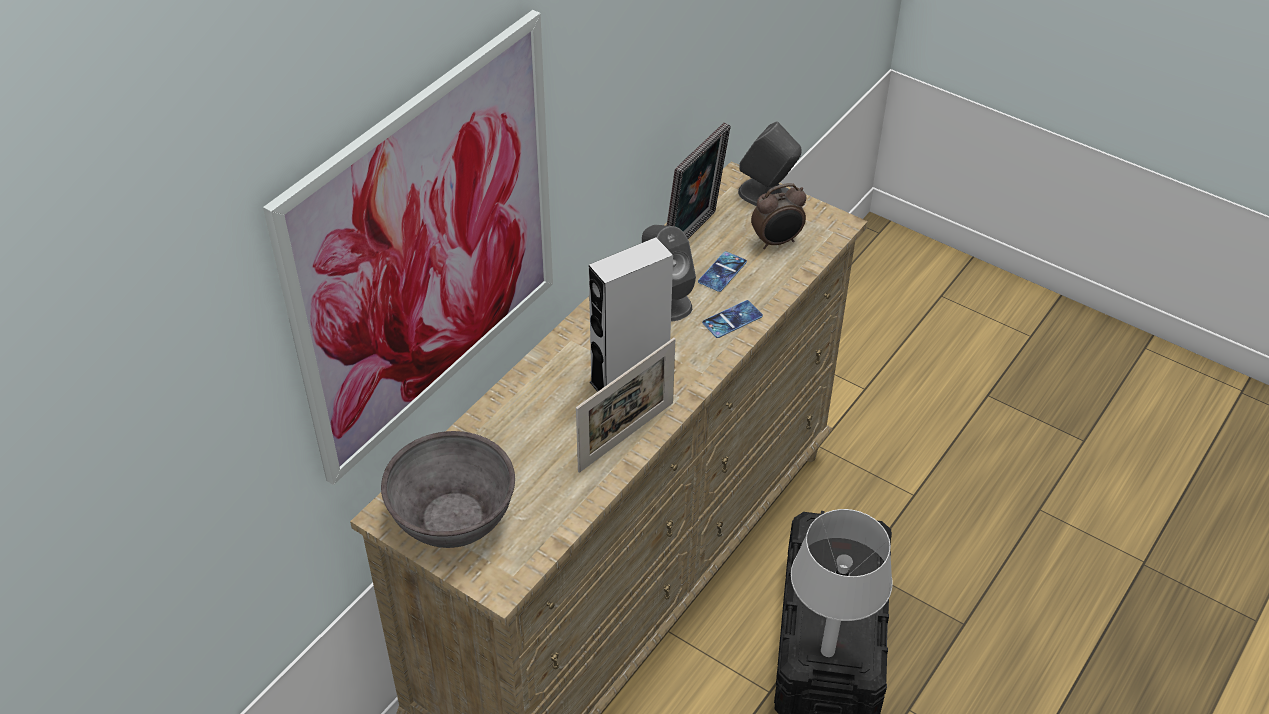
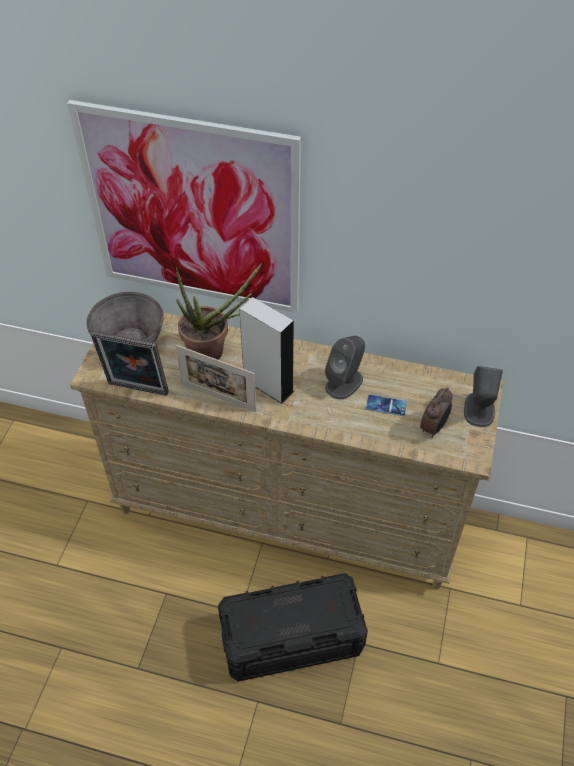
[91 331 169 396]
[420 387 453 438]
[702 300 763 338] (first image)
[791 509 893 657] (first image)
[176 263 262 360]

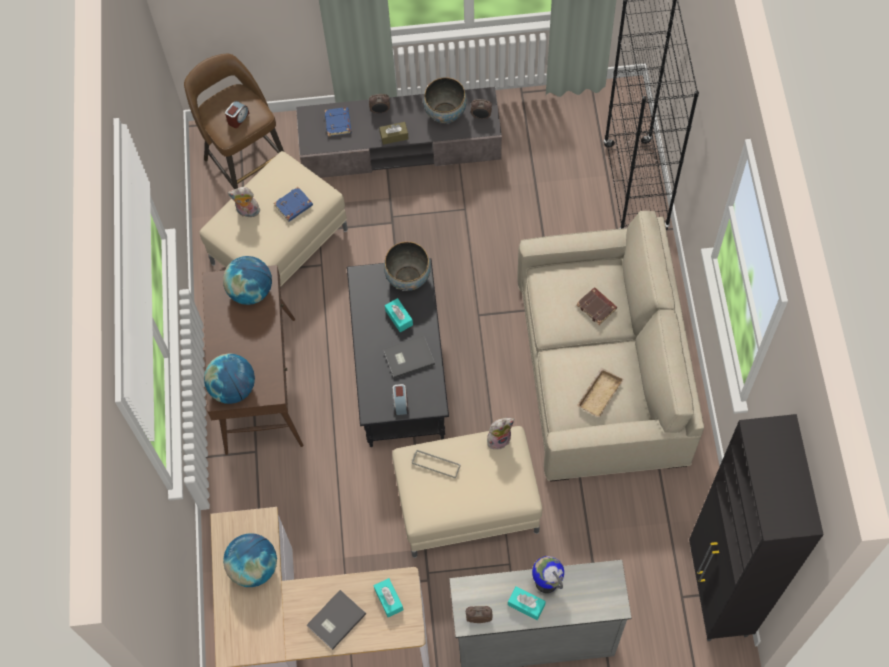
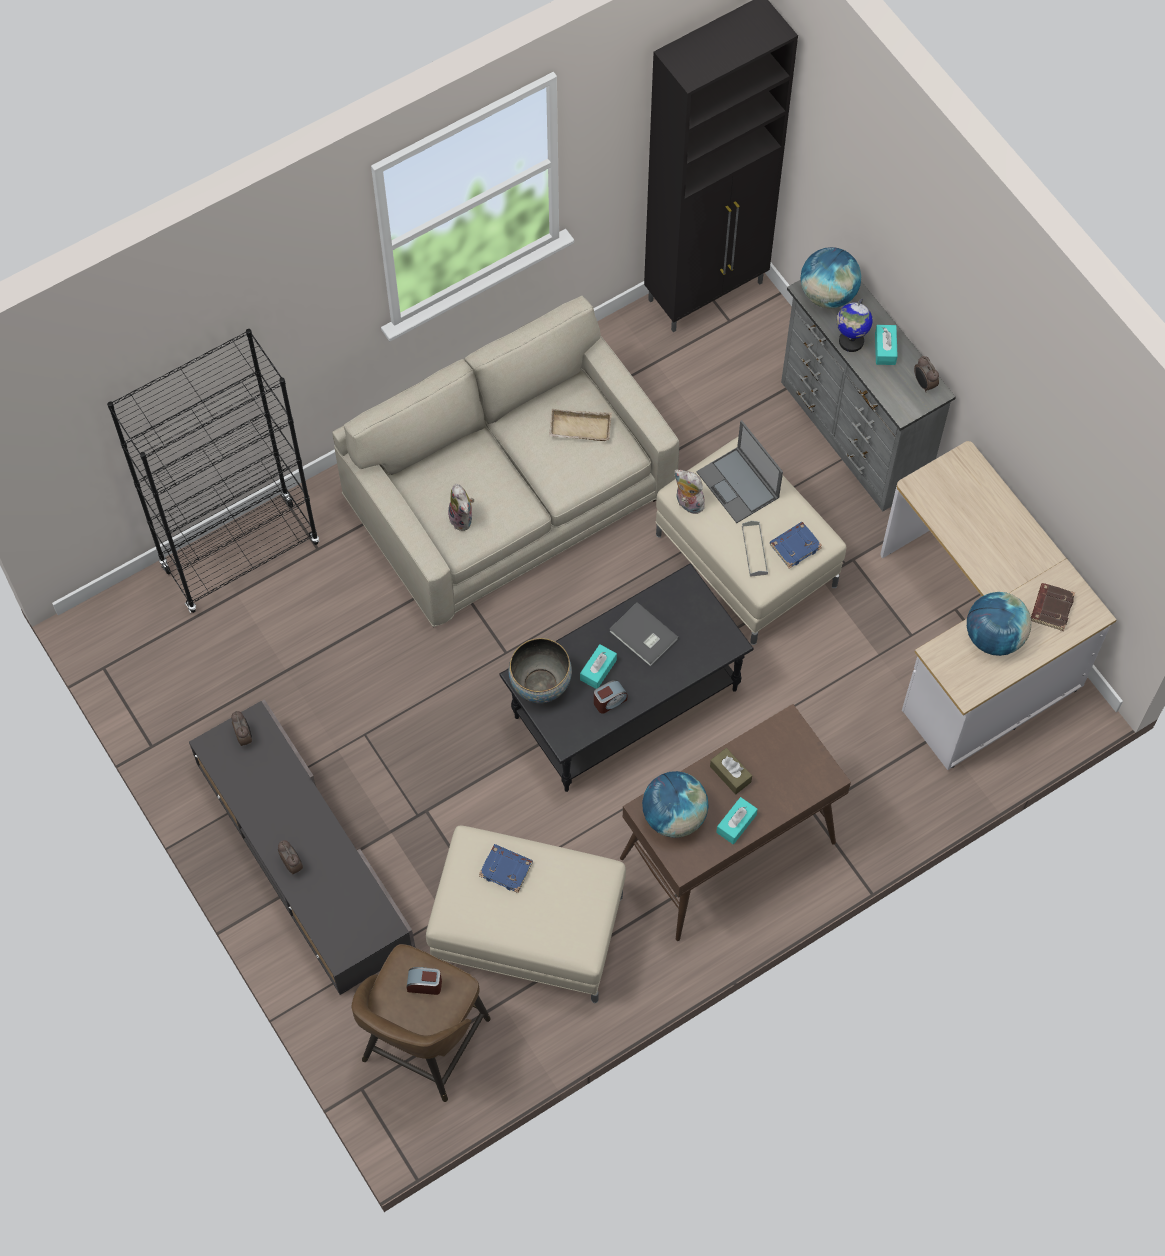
[423 77 467 123] (first image)
[770 522 822 569]
[710 748 752 794]
[448 484 474 531]
[1031 583 1075 631]
[800 247 861 309]
[594 680 627 714]
[716 797 758 844]
[307 590 366 650] (first image)
[696 420 783 523]

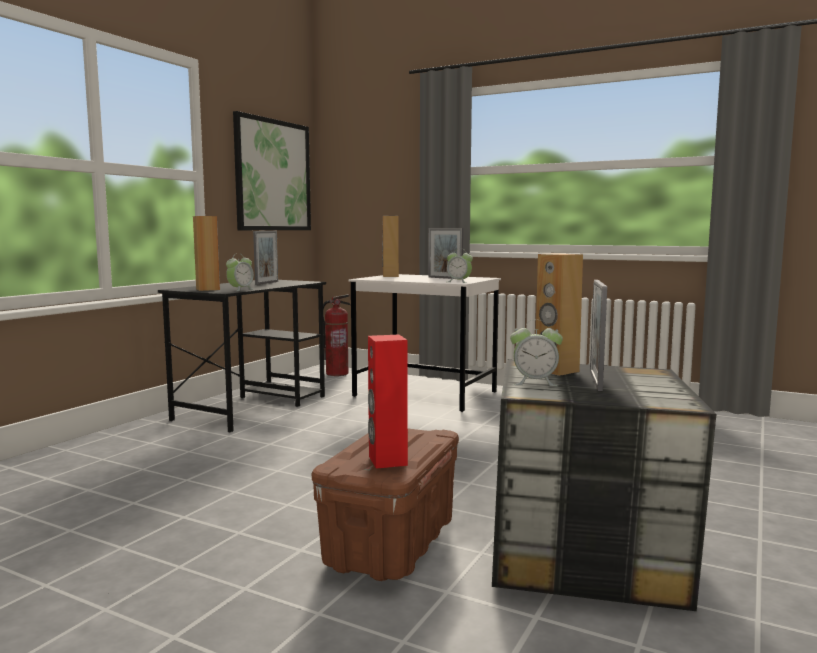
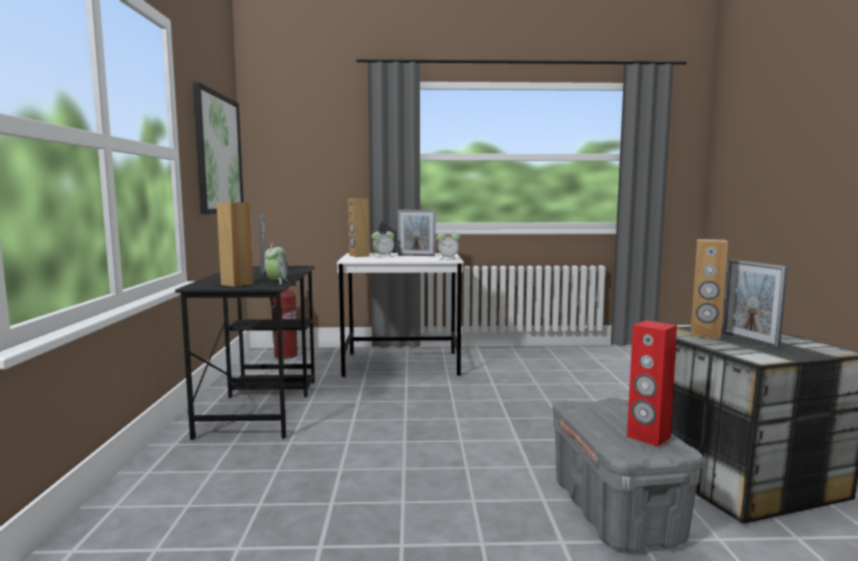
[372 228 395 258]
[552 398 704 552]

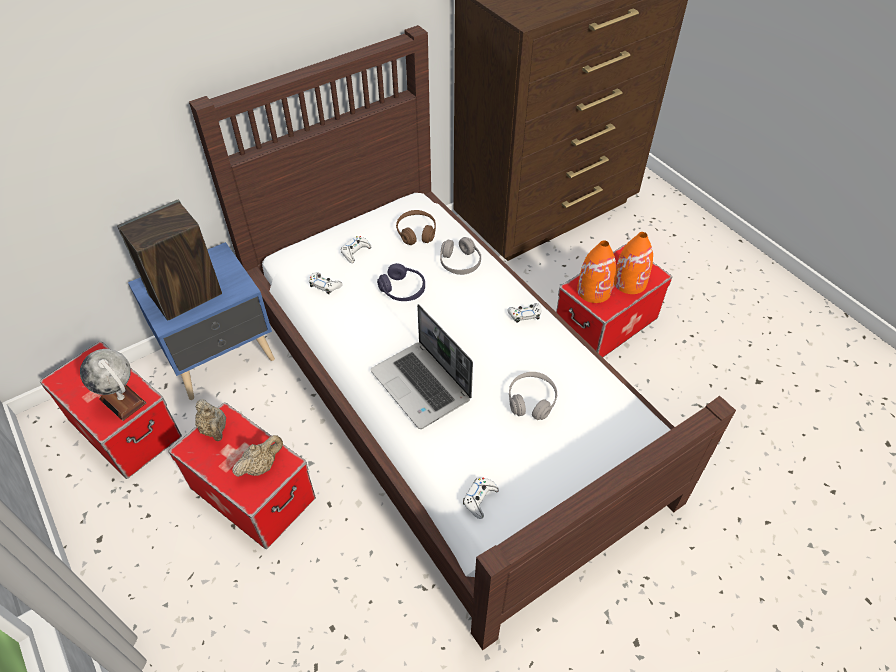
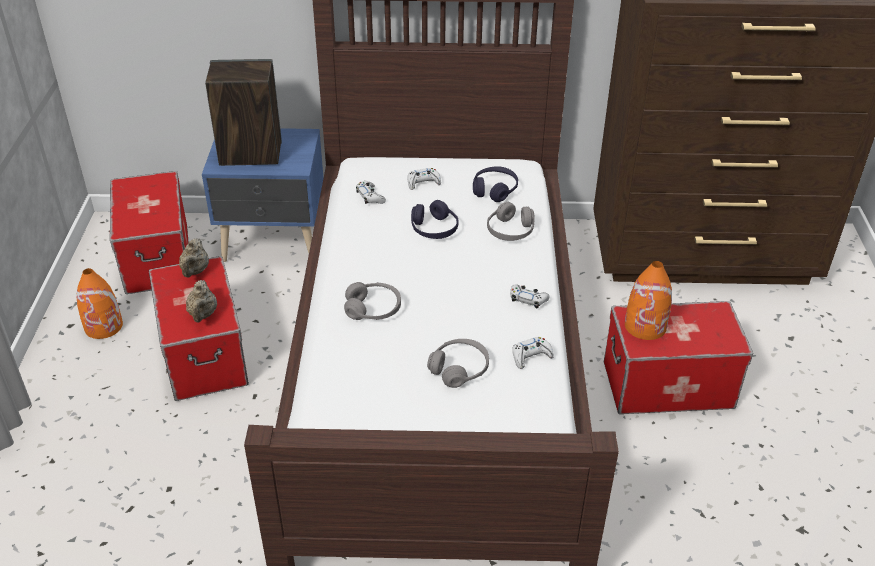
[473 166 518 202]
[76 268 123 339]
[344 282 401 320]
[80 349 146 421] (first image)
[186 280 217 322]
[512 337 554 369]

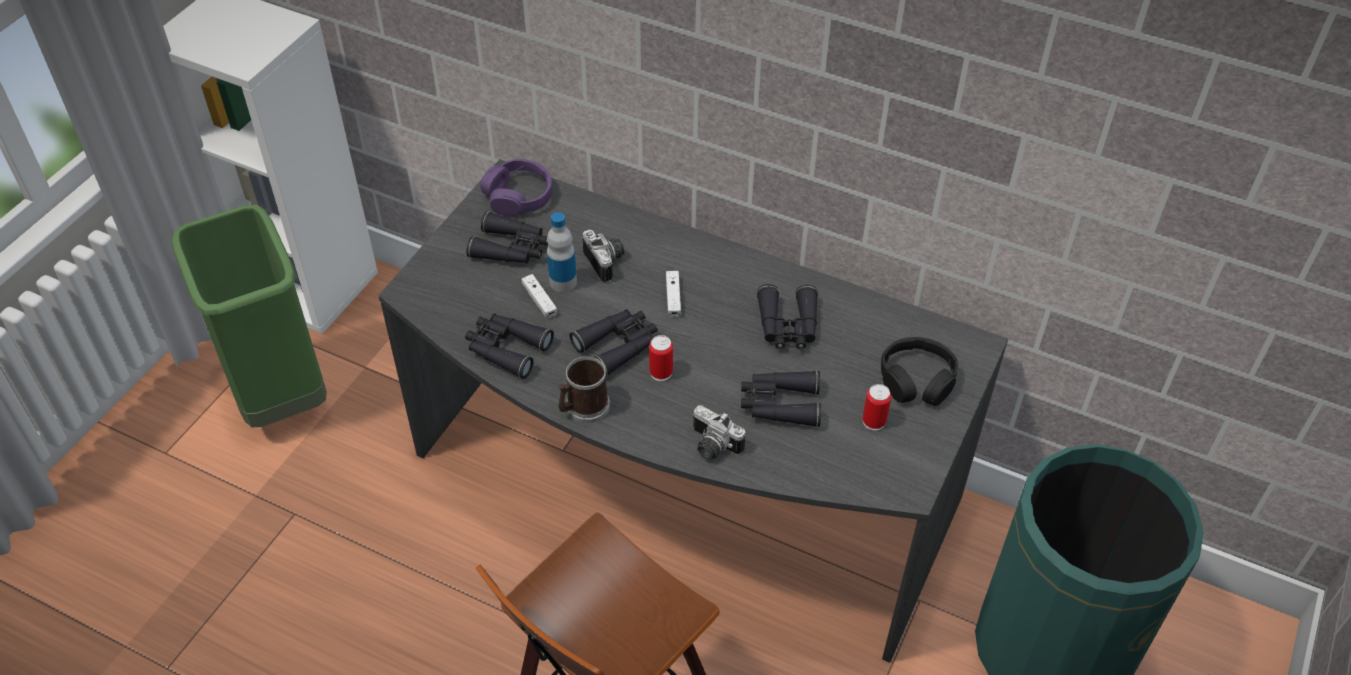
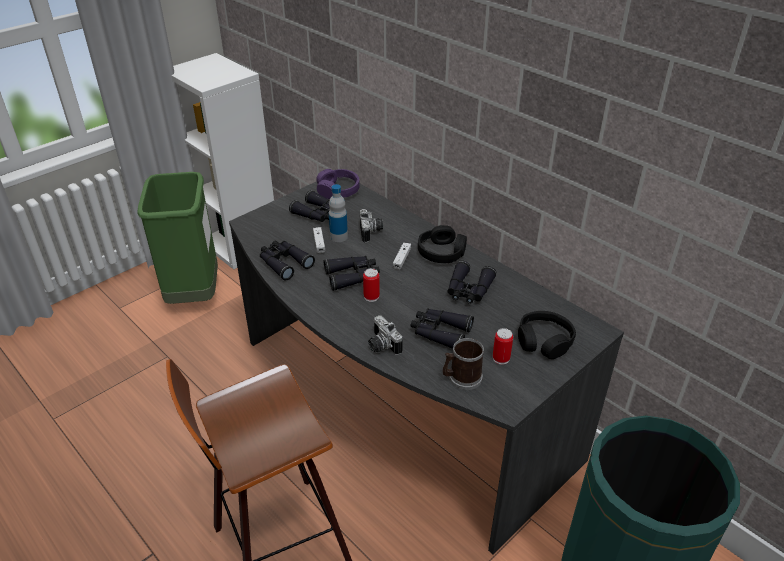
[442 338 484 390]
[418 225 467 263]

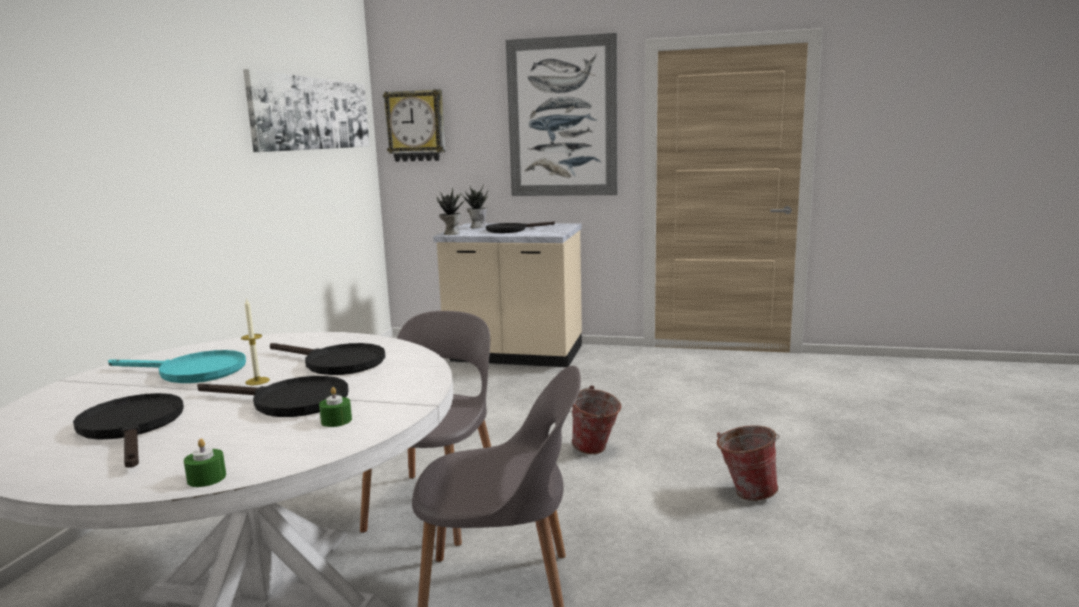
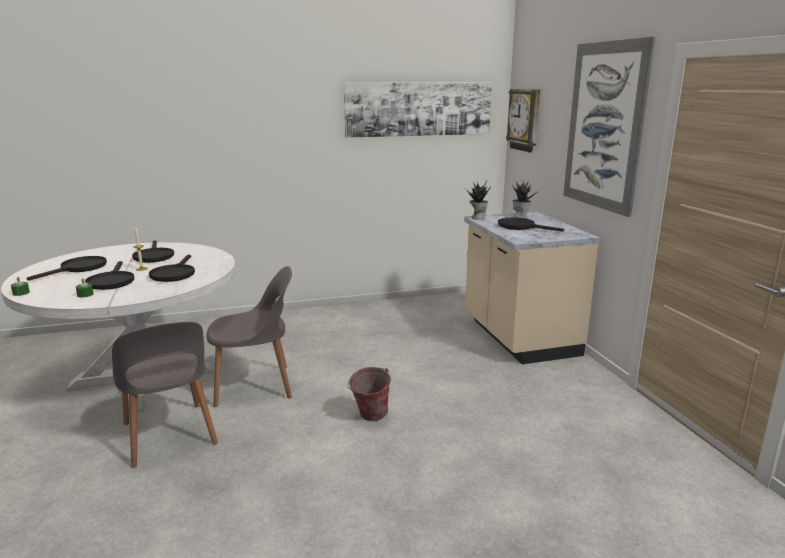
[132 240 174 263]
[717 426 780 501] (first image)

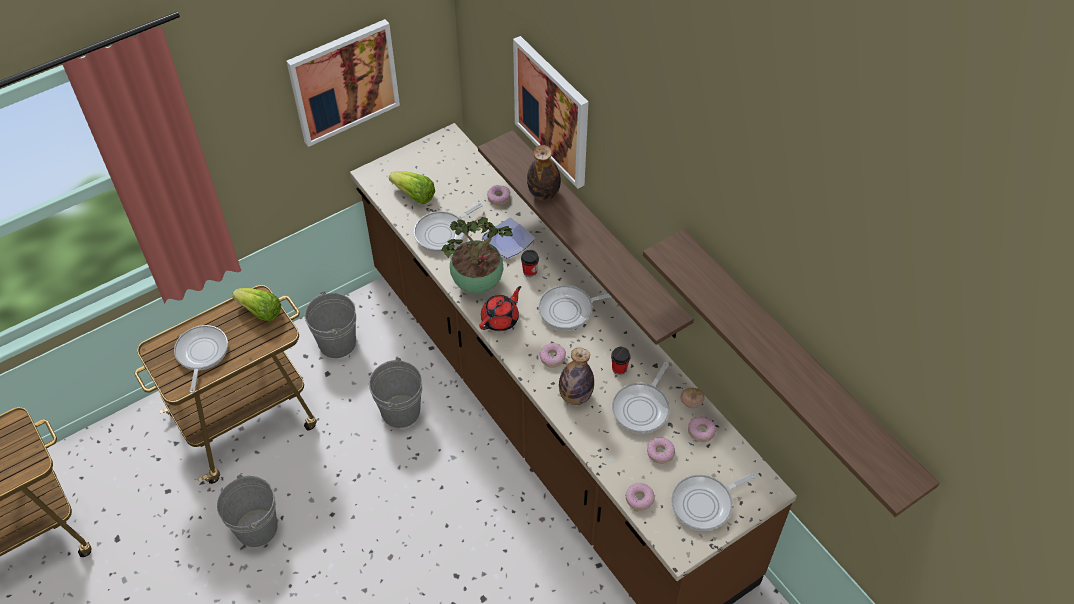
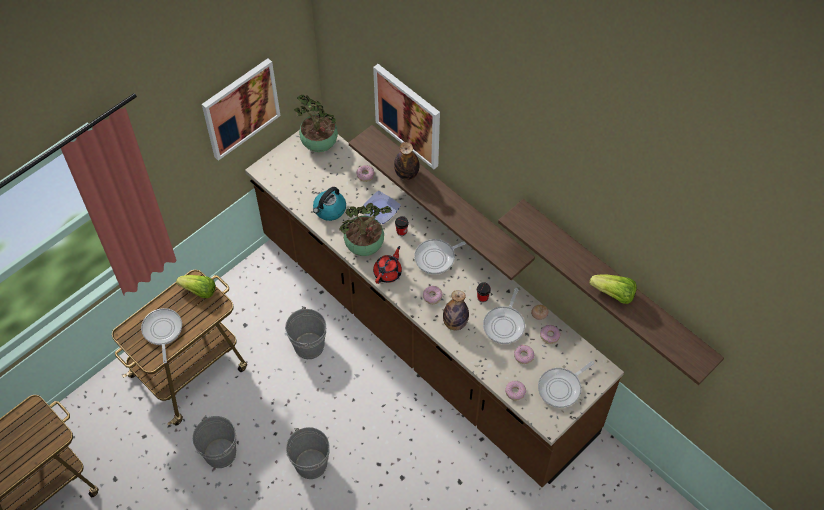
[589 274 637 304]
[313 187 346 221]
[286 427 330 479]
[294 95 338 152]

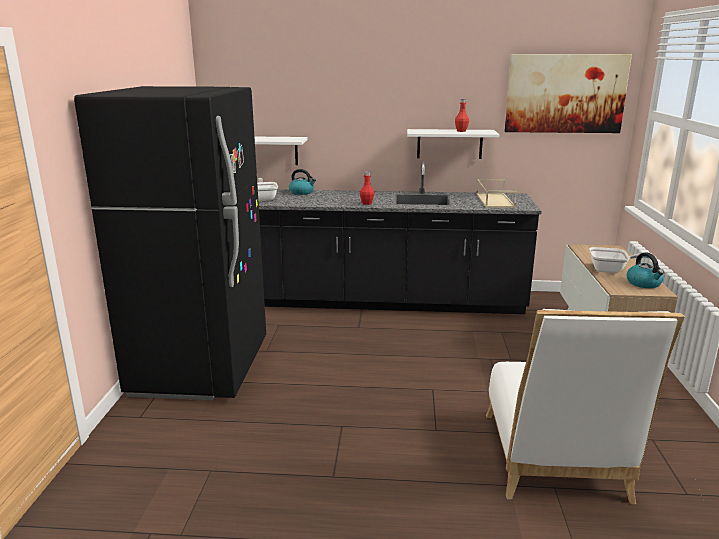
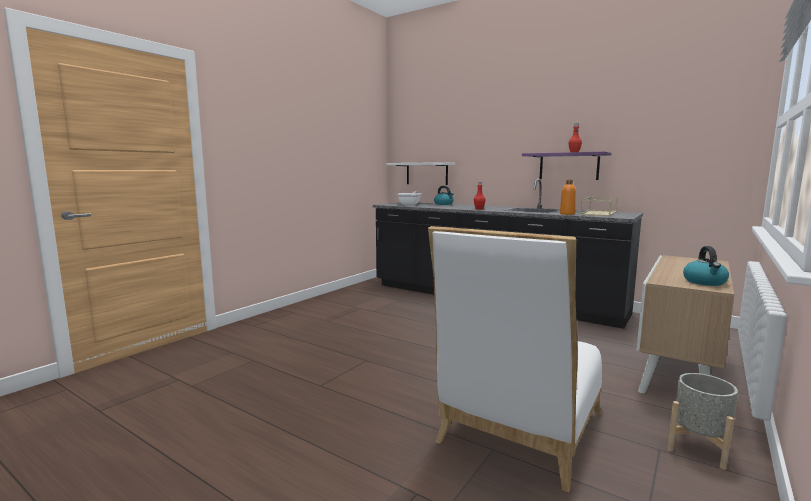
[504 54 632 133] (first image)
[74 86 266 400] (first image)
[522 152 611 180]
[589 247 650 273] (first image)
[560 180 576 215]
[667 373 738 470]

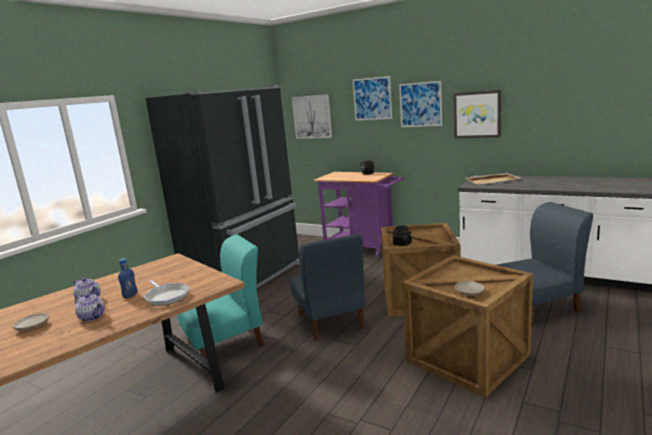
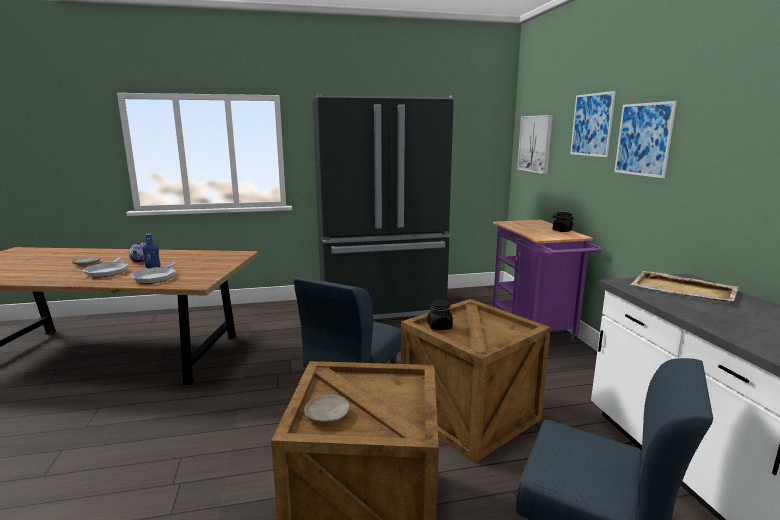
[453 90 501 138] (first image)
[177 234 264 359] (first image)
[82 257 128 278]

